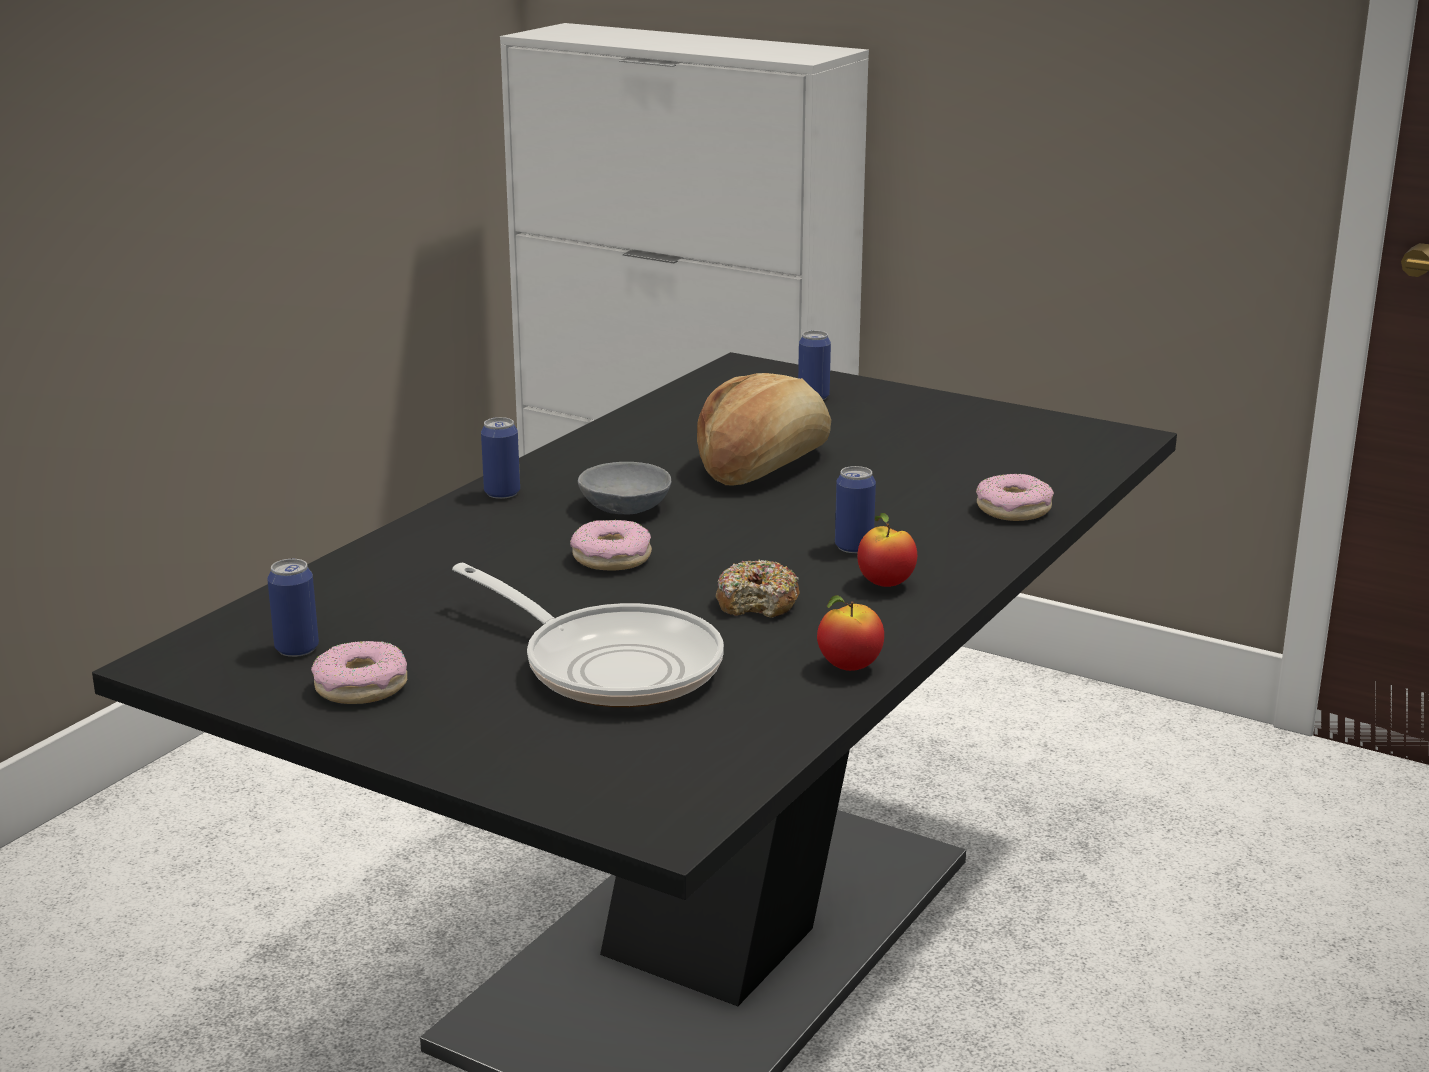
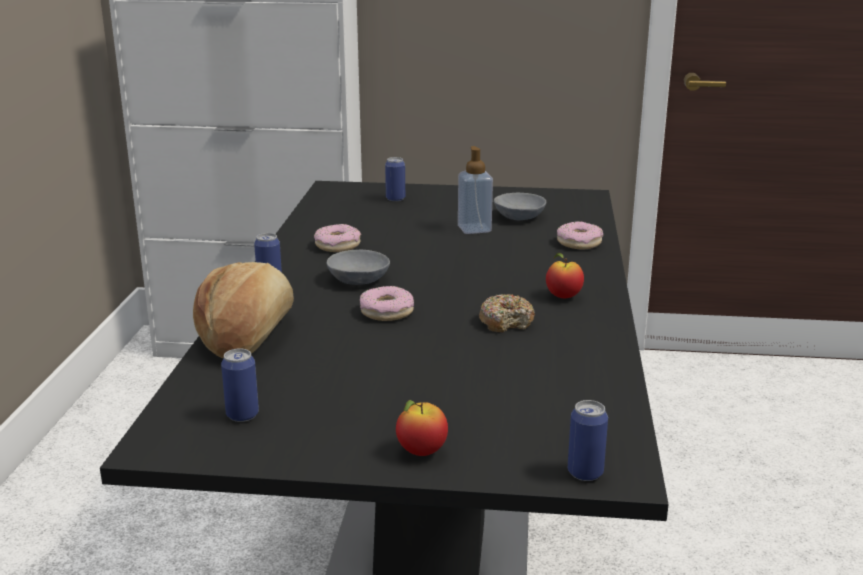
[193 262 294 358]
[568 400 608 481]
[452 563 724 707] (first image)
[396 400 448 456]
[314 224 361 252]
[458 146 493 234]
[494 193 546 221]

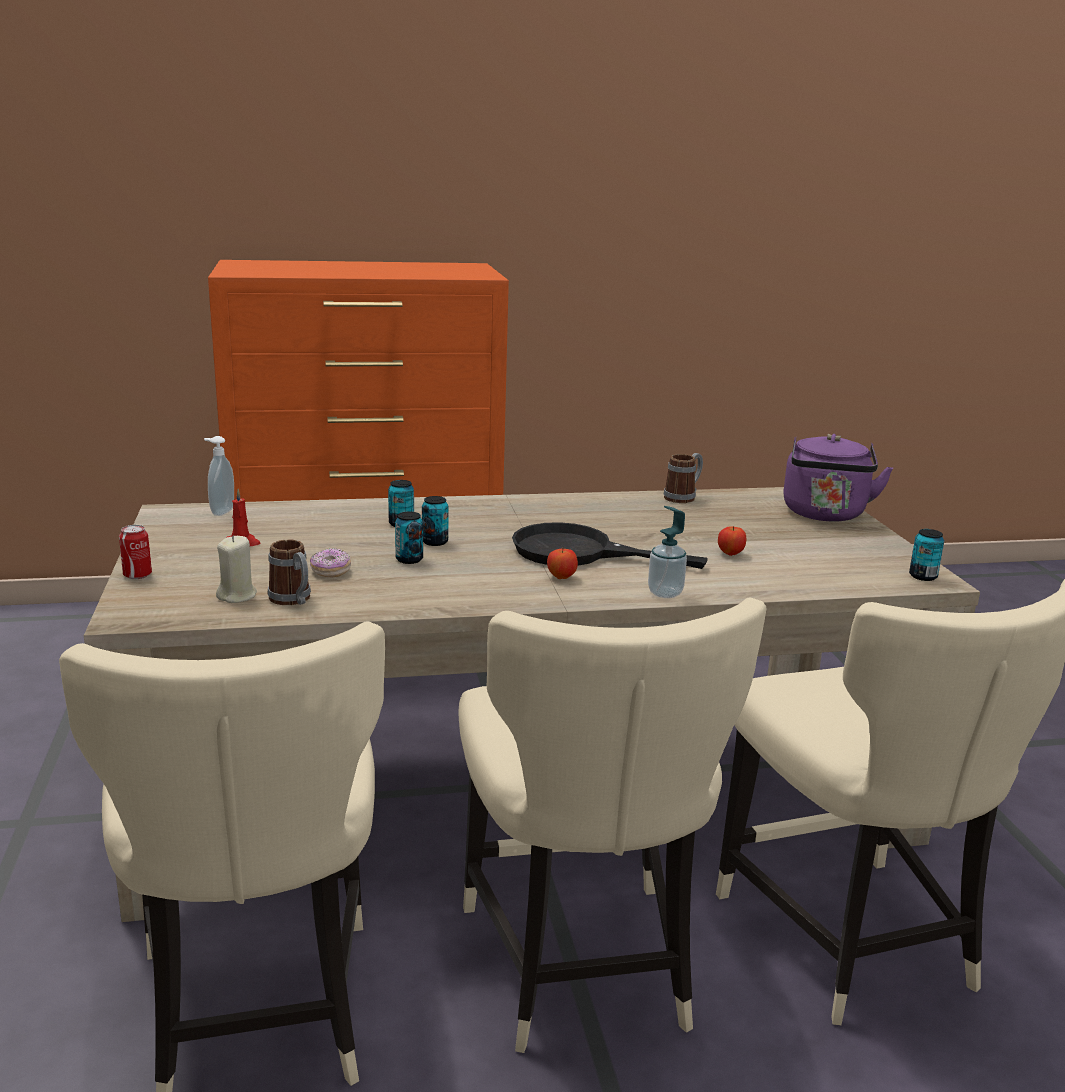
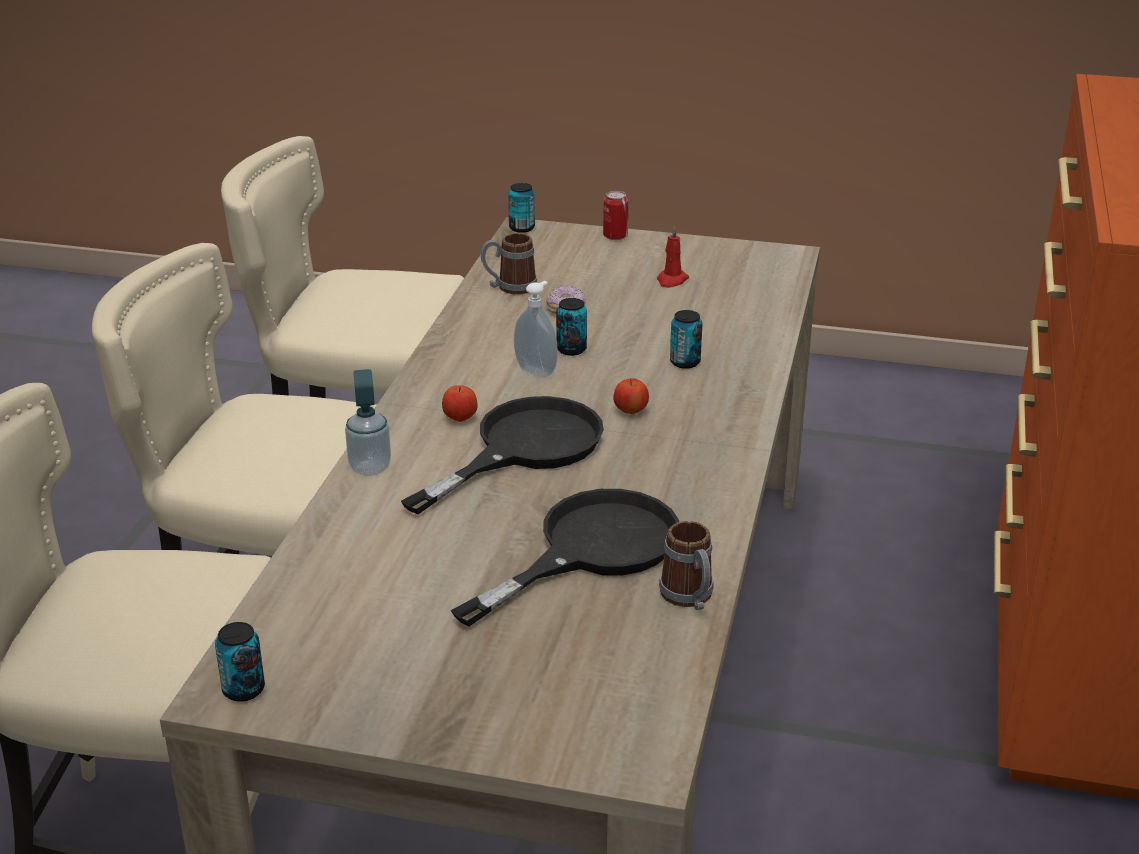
[783 434 893 522] (first image)
[514 281 558 377]
[508 183 535 233]
[613 378 649 414]
[216 535 257 603] (first image)
[451 489 679 627]

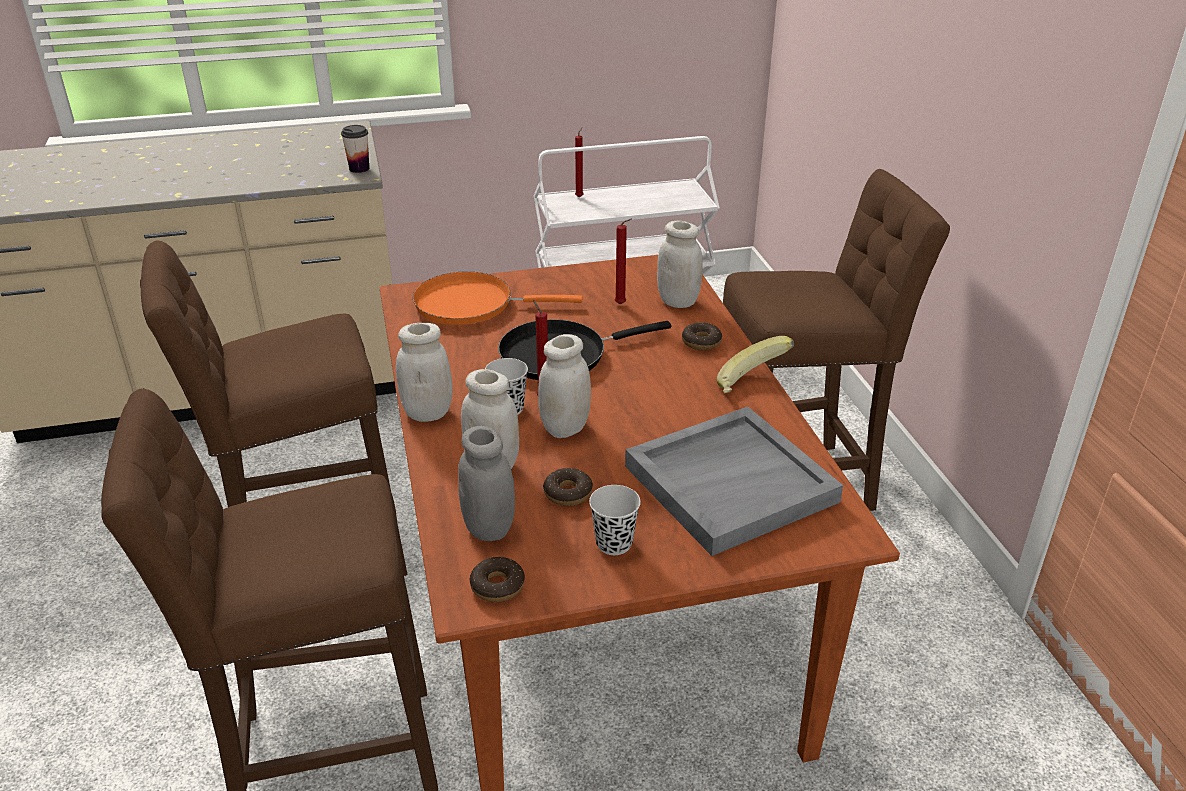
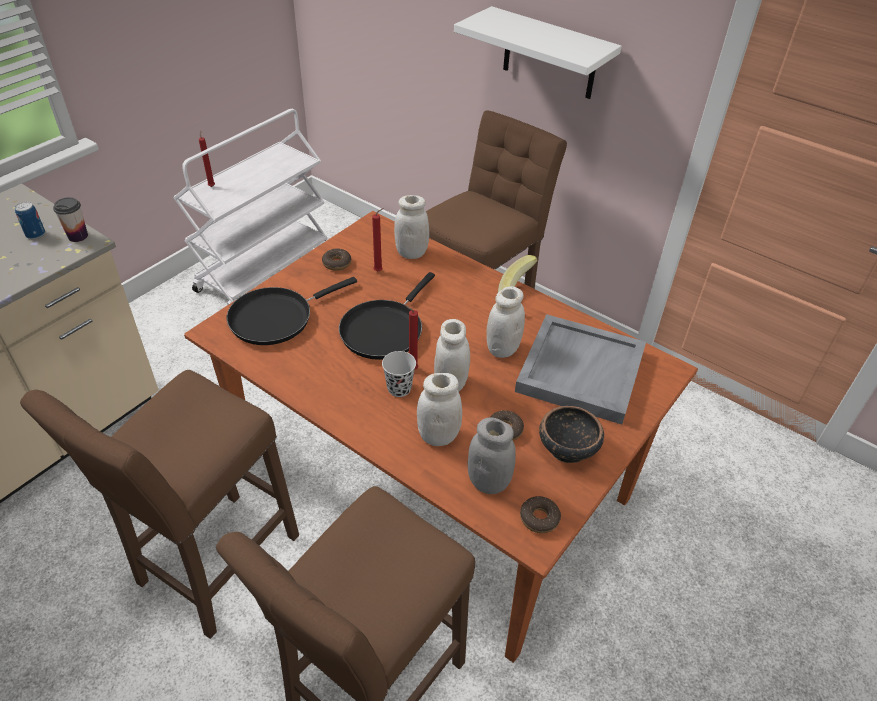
[227 277 357 345]
[322 248 351 271]
[486 286 525 358]
[539 406 604 463]
[454 6 622 99]
[15 202 45 239]

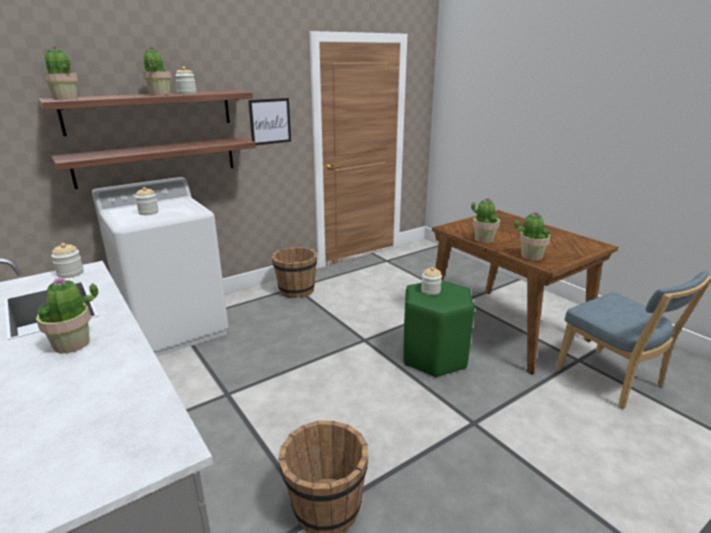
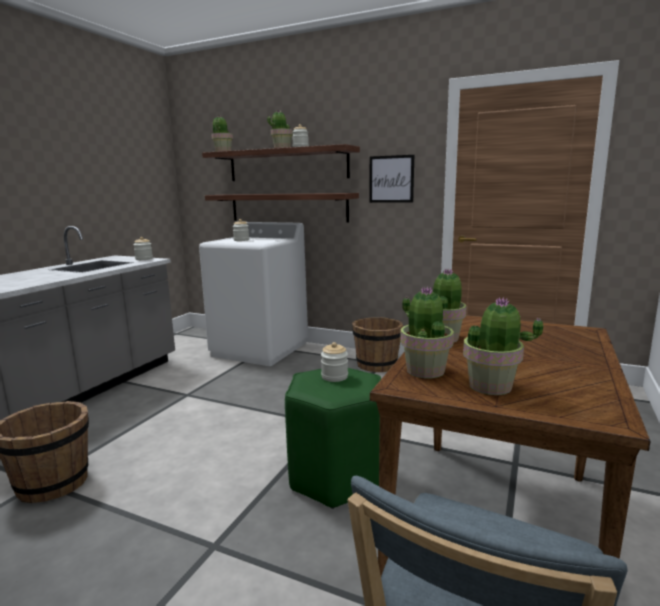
[463 297 543 395]

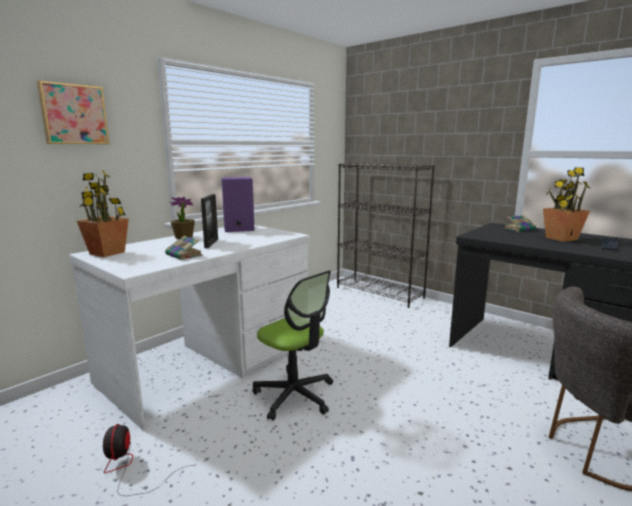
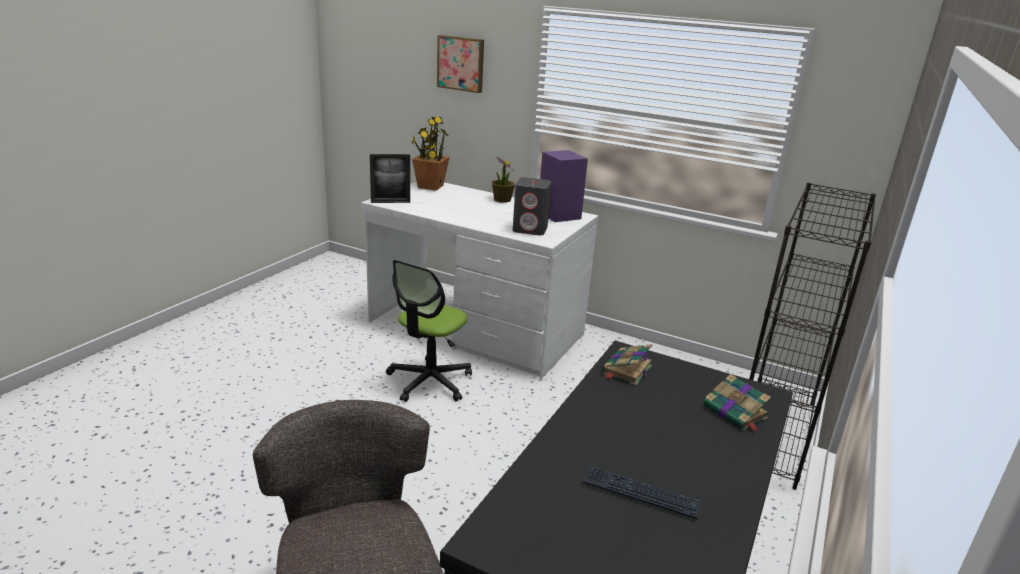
[543 167 590 242] (first image)
[370 154 410 203]
[601 344 653 386]
[103 424 193 496] (first image)
[513 177 552 235]

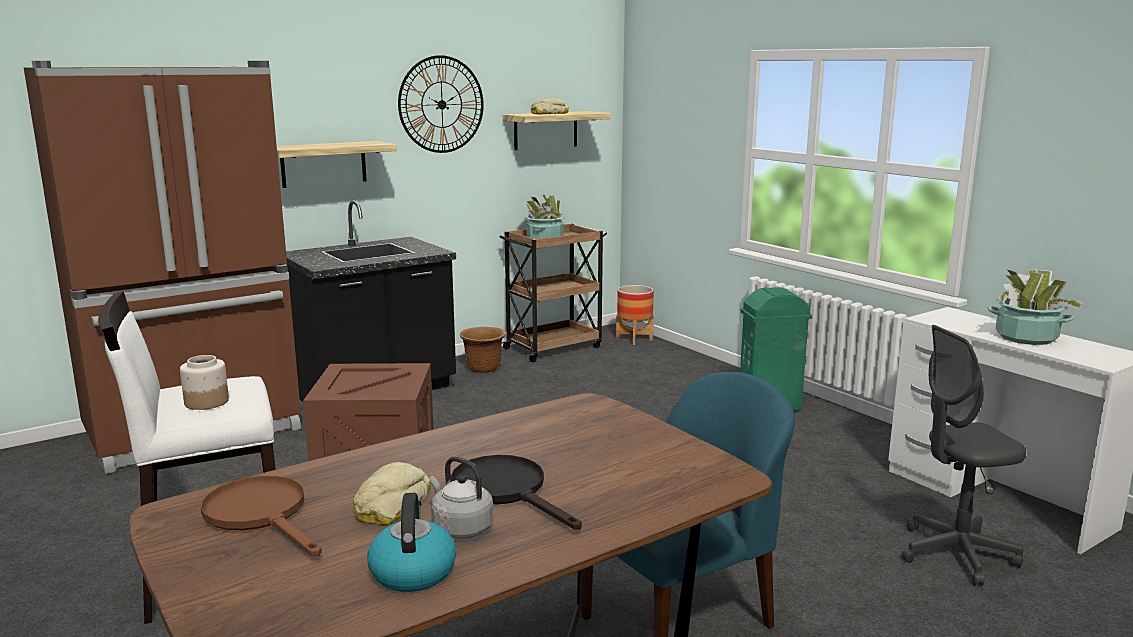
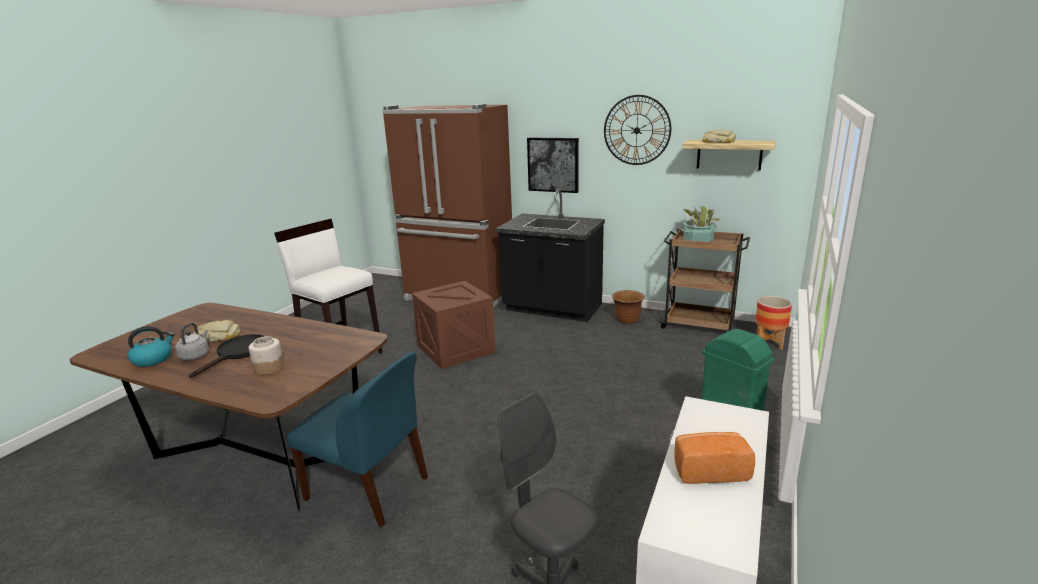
[527 138 579 193]
[674 432 755 484]
[249 336 284 375]
[201 476 322 556] (first image)

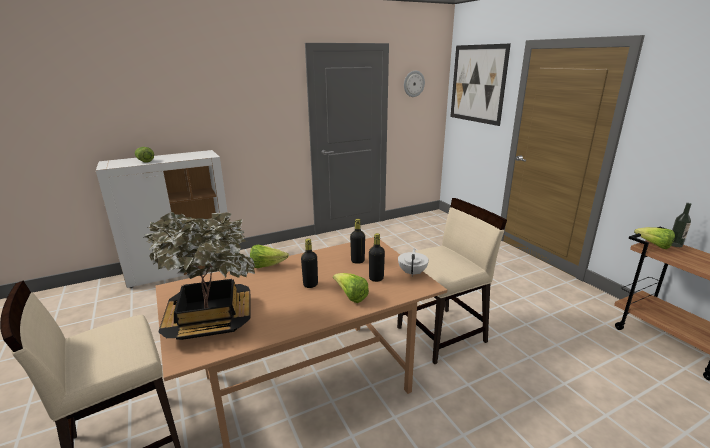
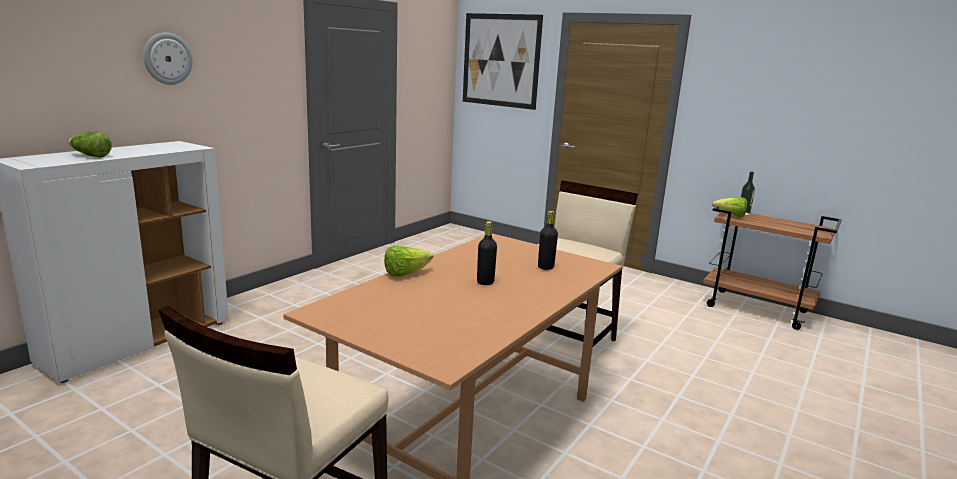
[143 33 193 85]
[143 212 255 340] (first image)
[350 219 365 264] (first image)
[398 249 429 277] (first image)
[333 273 369 303] (first image)

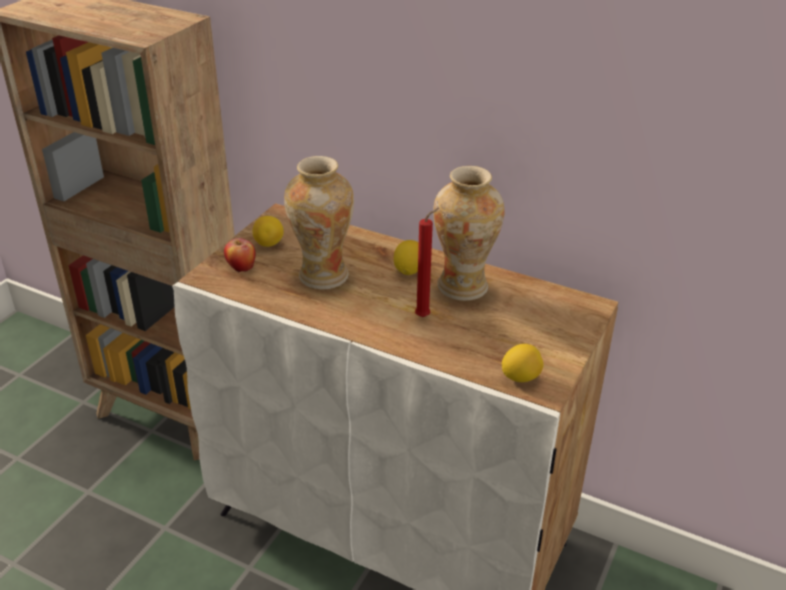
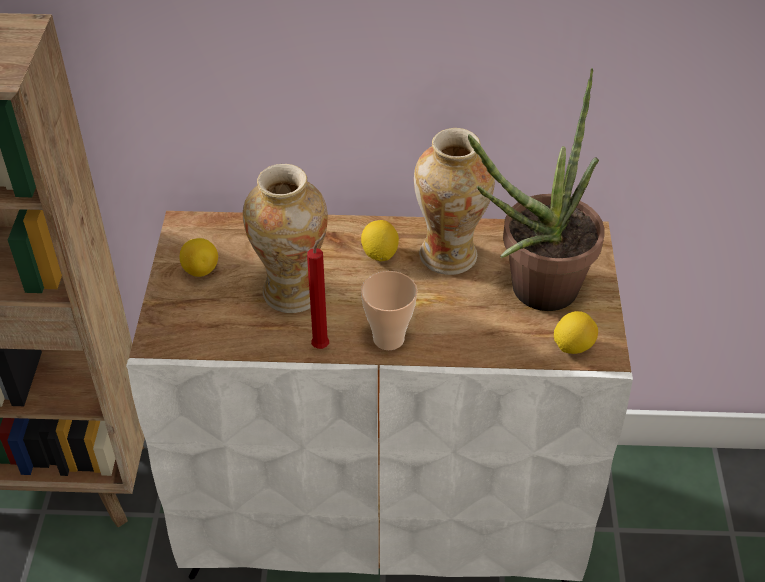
[307 233 329 349]
[224 238 255 273] (first image)
[467 68 605 311]
[361 271 417 350]

